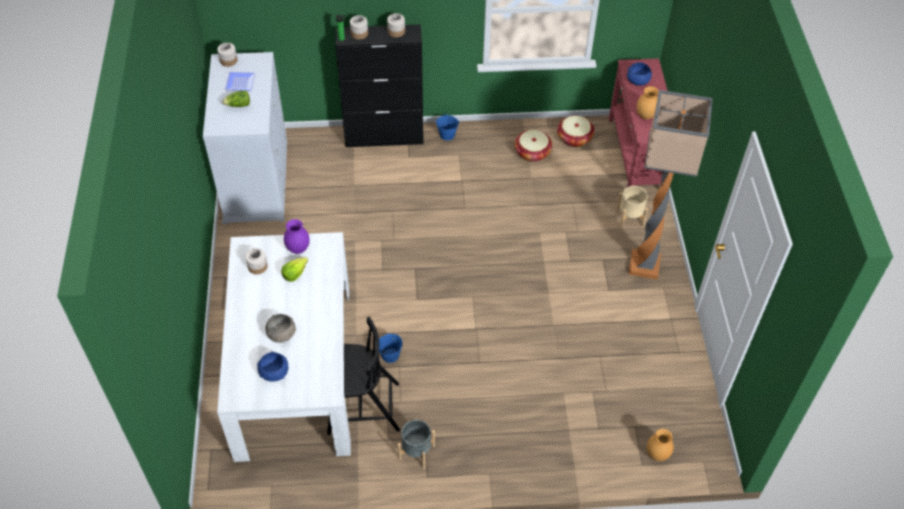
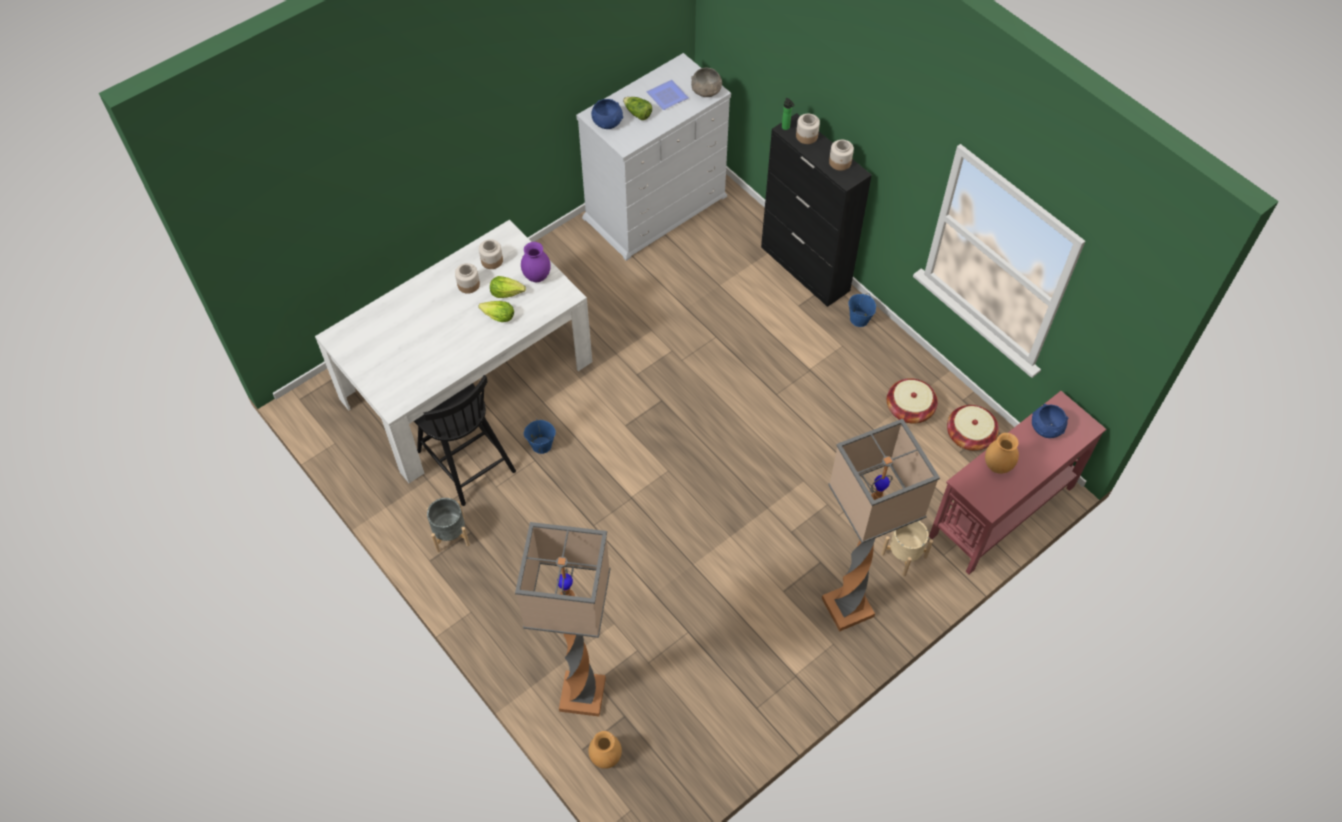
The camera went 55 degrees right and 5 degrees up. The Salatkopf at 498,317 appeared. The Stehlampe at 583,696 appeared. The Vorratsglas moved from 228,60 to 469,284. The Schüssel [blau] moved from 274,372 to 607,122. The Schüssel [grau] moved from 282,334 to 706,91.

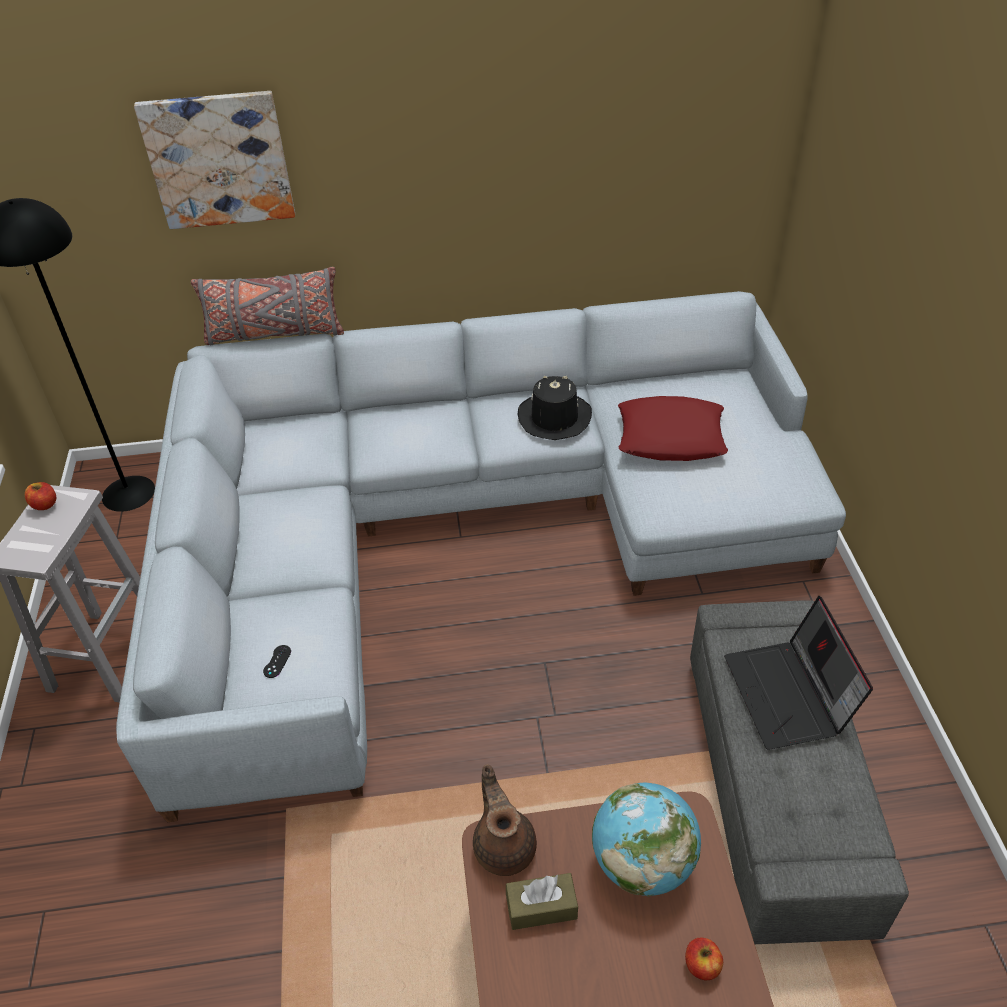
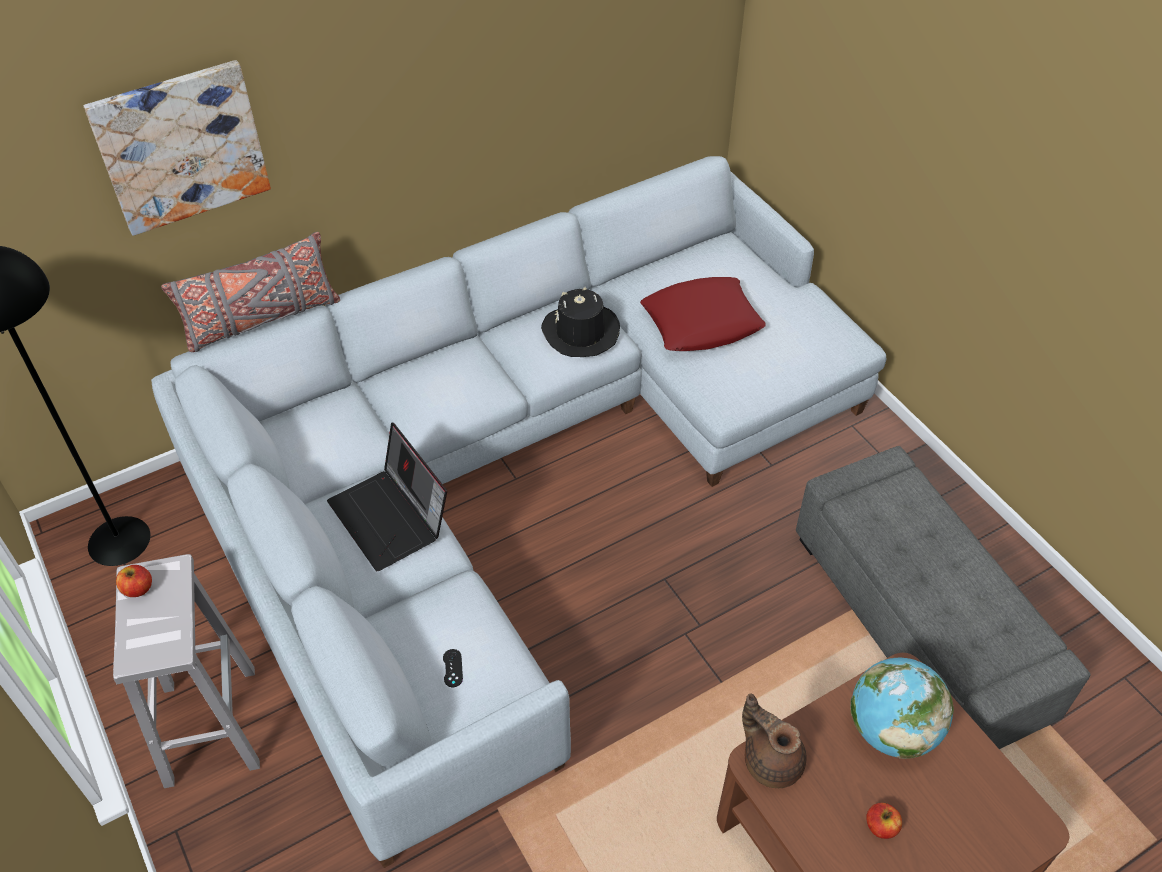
The camera went 25 degrees left and 5 degrees up. The Taschentuchbox [braun] at 541,907 disappeared. The Apfel moved from 701,965 to 881,827. The Laptop moved from 789,695 to 391,518.

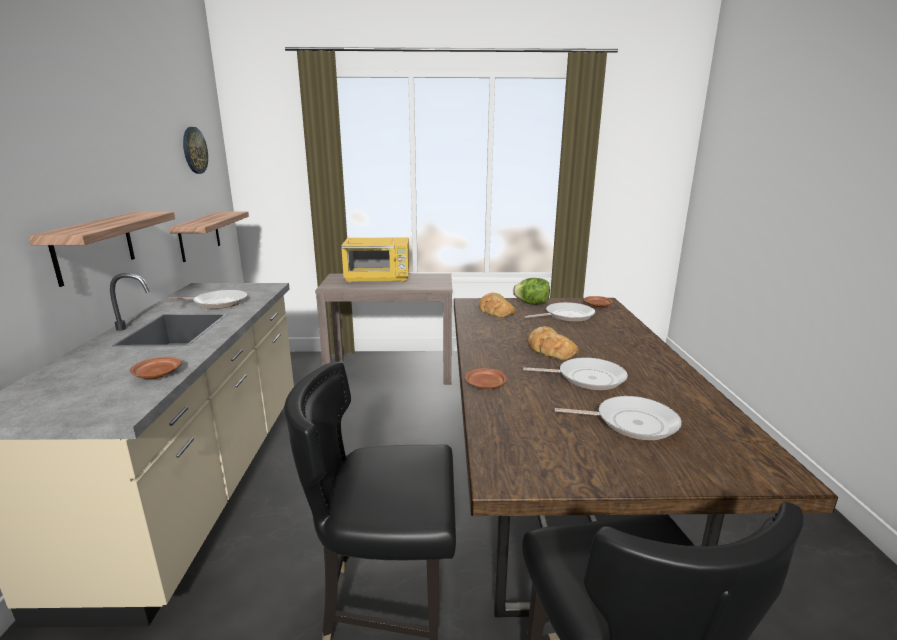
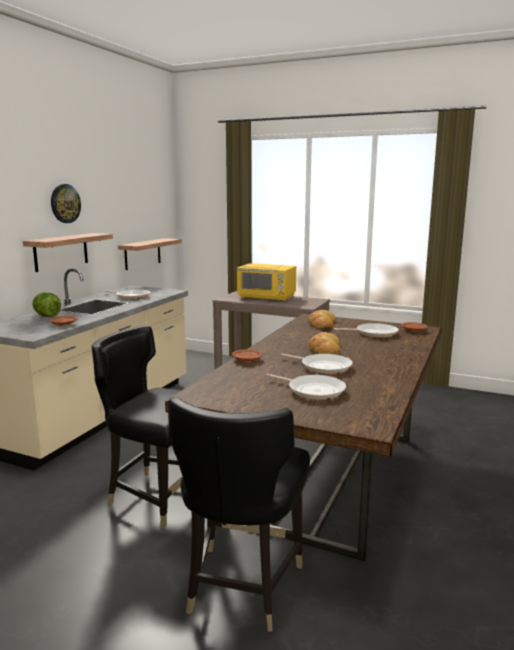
The camera went 25 degrees right and 5 degrees down. The Wanduhr moved from 194,150 to 65,203. The Salatkopf moved from 532,304 to 47,316.

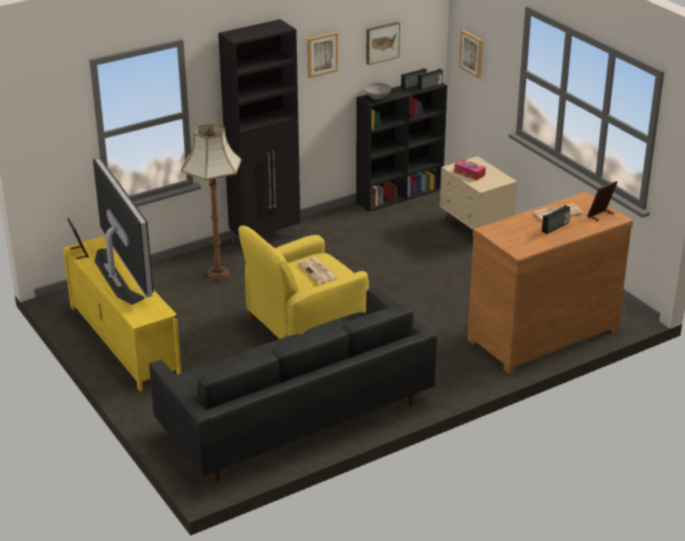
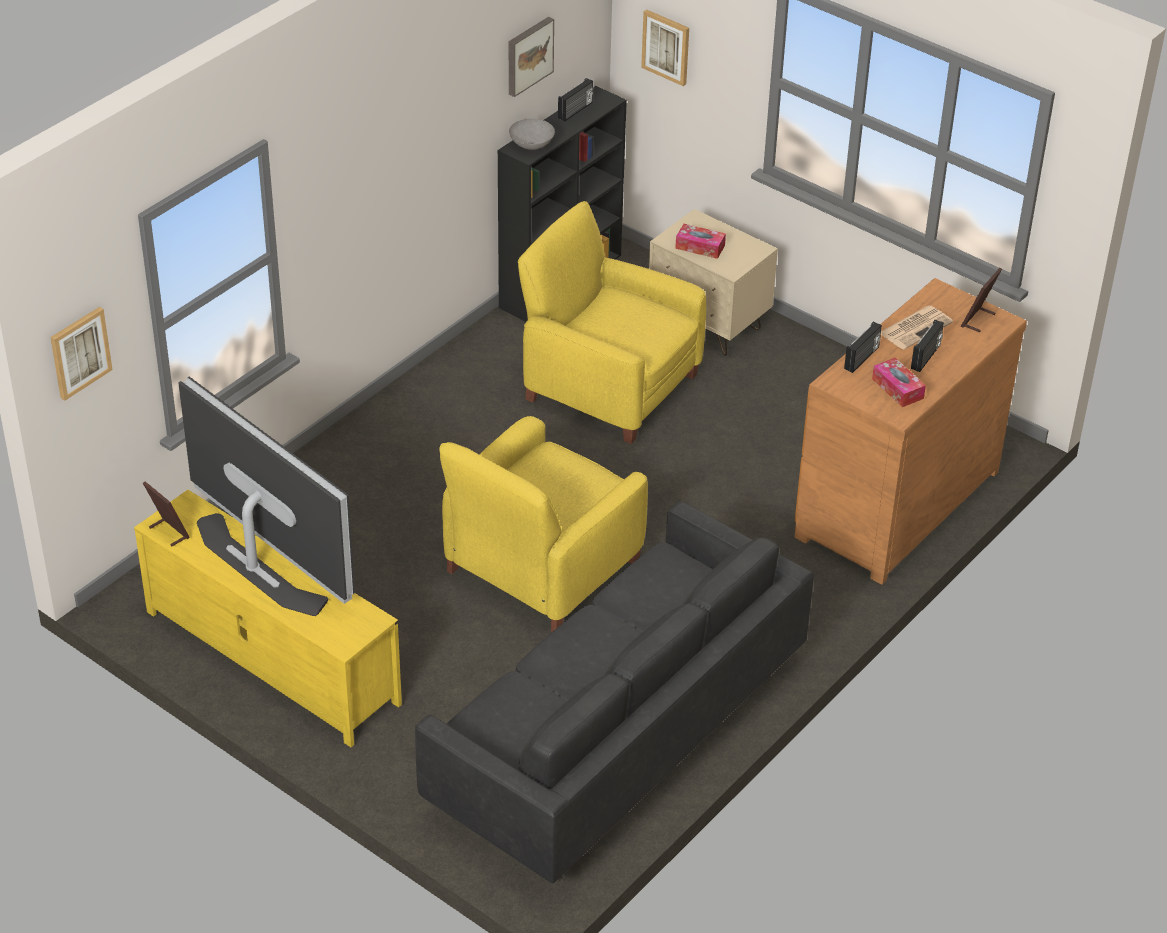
The camera went 20 degrees left and 10 degrees up. The Stehlampe at 217,273 disappeared. The Schrank [schwarz] at 266,238 disappeared. The Zeitung at 318,271 disappeared. The Sessel [gelb] at 609,386 appeared. The Taschentuchbox at 897,388 appeared. The Bild moved from 321,54 to 79,352. The Radio moved from 430,86 to 862,358.

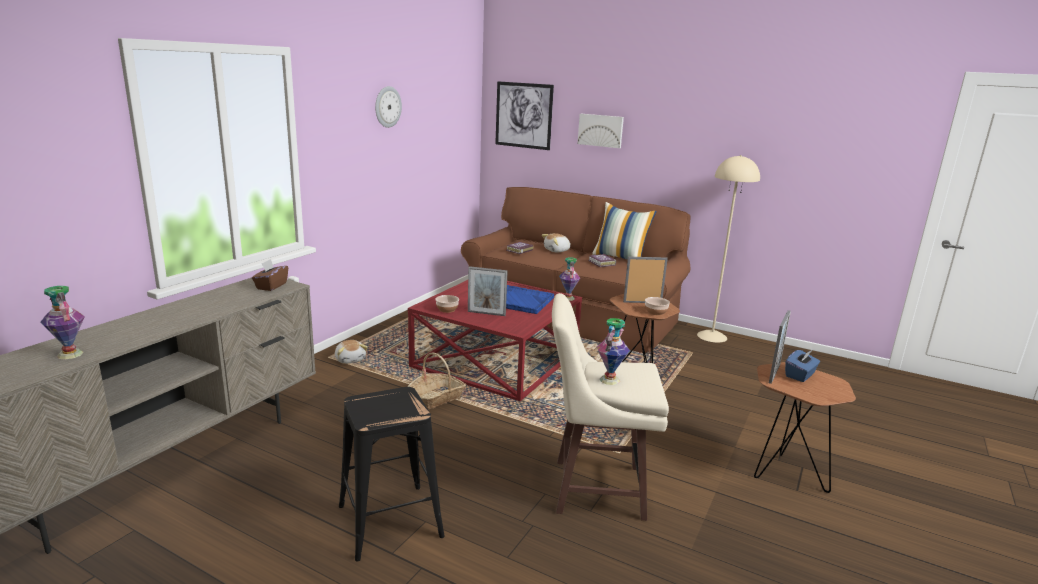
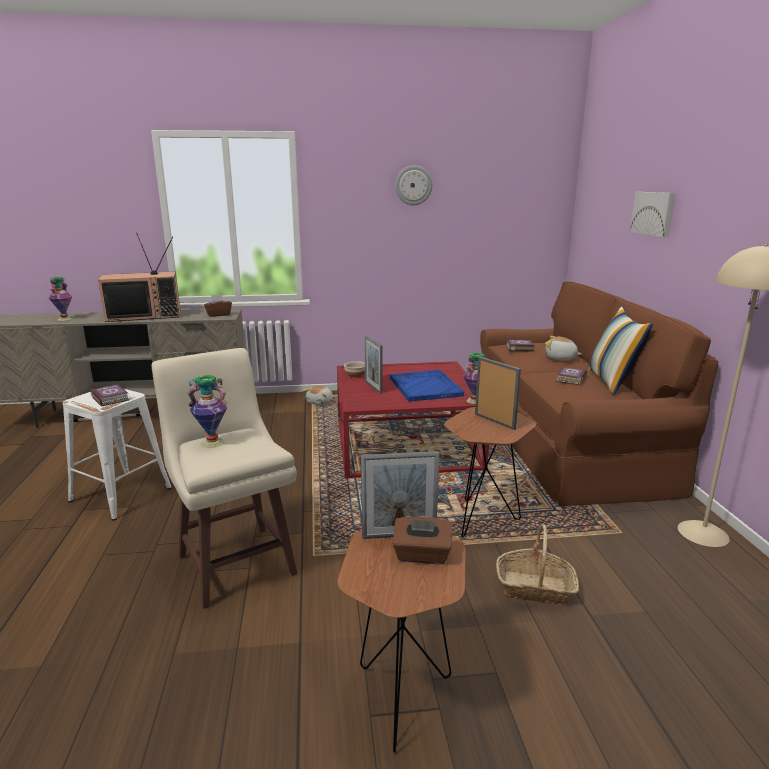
The camera went 55 degrees right and 0 degrees up. The Bild at 523,115 disappeared. The Schüssel at 656,312 disappeared. The Buch at 111,398 appeared. The Fernseher at 145,315 appeared. The Korb moved from 436,397 to 535,588. The Hocker [schwarz] at 390,520 became the Hocker [weiß] at 122,494. The Taschentuchbox [blau] at 800,375 became the Taschentuchbox [braun] at 422,555.

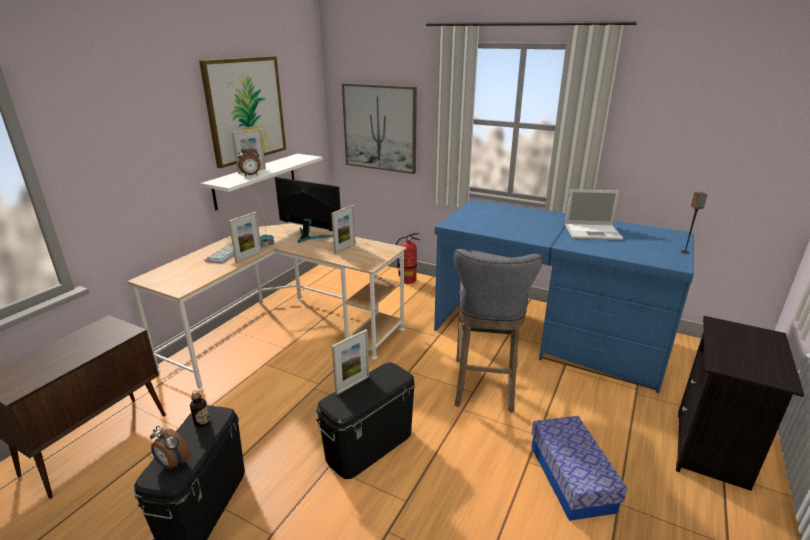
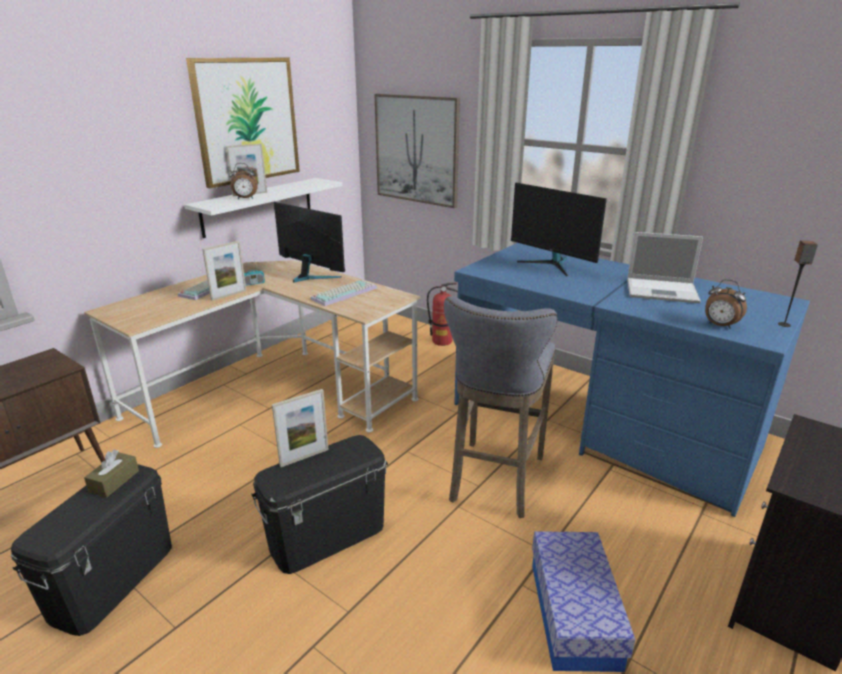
The camera went 10 degrees right and 0 degrees up. The Monitor at 552,264 appeared. The Wecker moved from 172,464 to 719,326. The Flasche at 202,422 was replaced by the Taschentuchbox [braun] at 114,481. The Bilderrahmen at 345,249 was replaced by the Tastatur at 344,293.

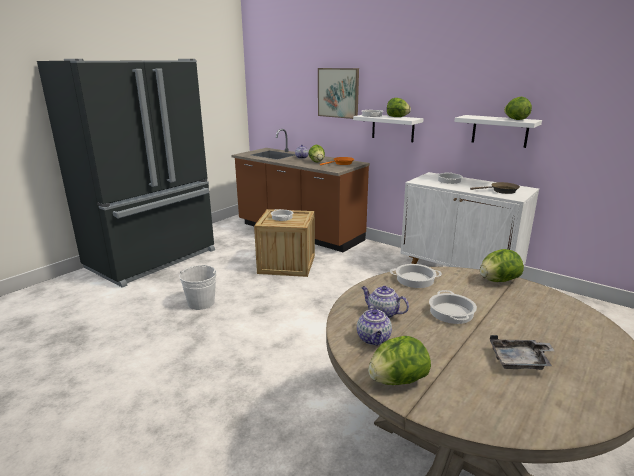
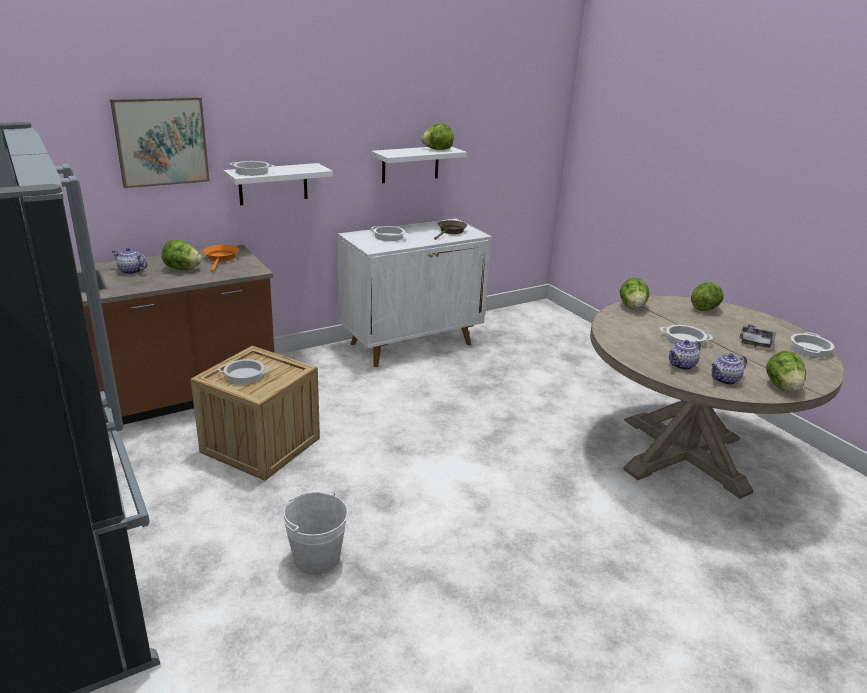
The camera went 70 degrees left and 5 degrees up. The Salatkopf moved from 397,117 to 704,309. The Kochtopf moved from 415,279 to 809,349. The Teekanne at 374,339 turned 135 degrees clockwise.

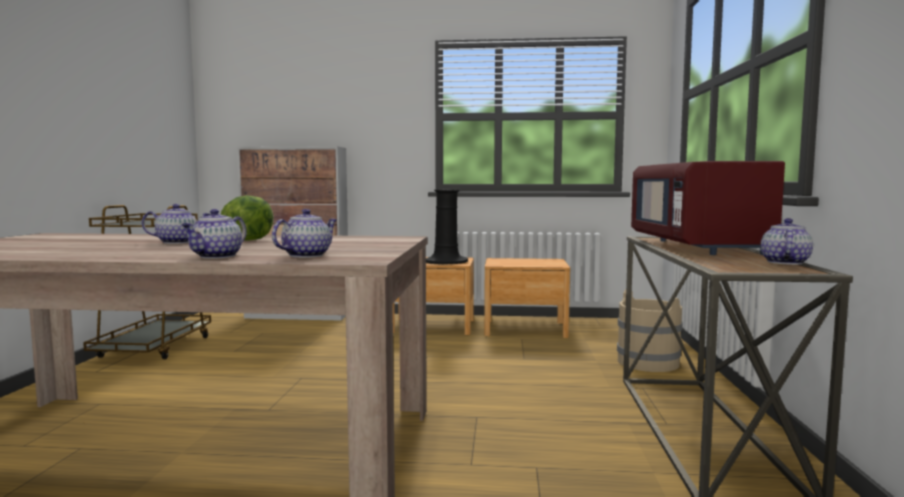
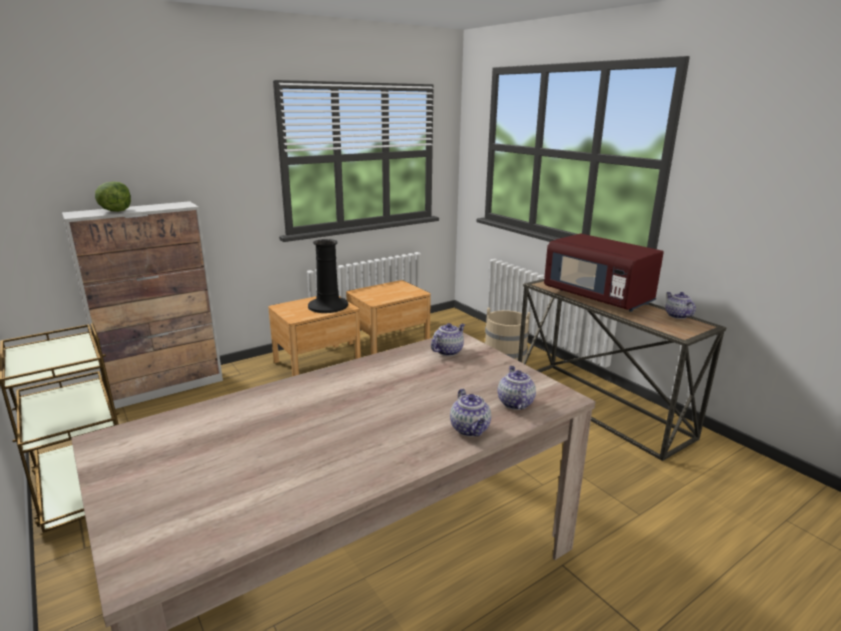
The camera went 40 degrees left and 15 degrees up. The Teekanne moved from 178,242 to 448,351. The Salatkopf moved from 248,240 to 116,211.

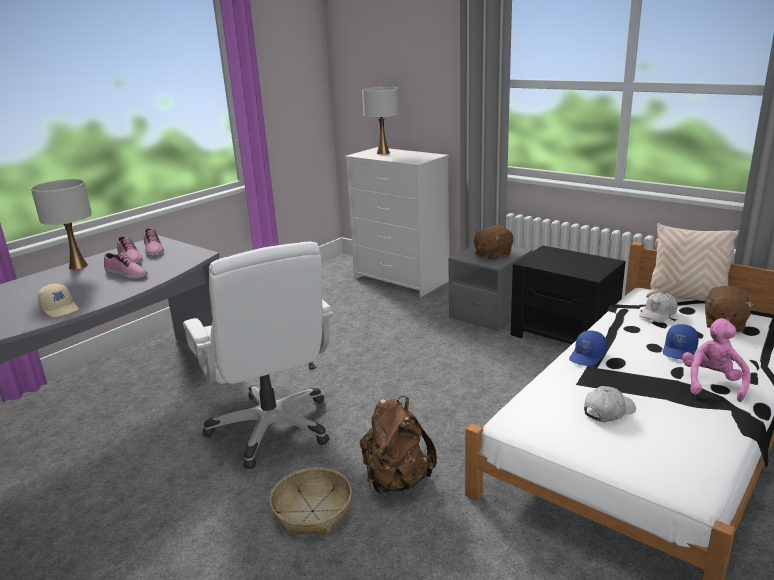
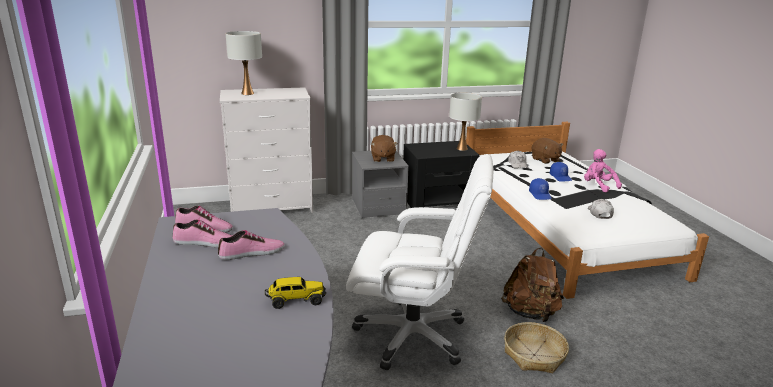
The camera went 55 degrees left and 0 degrees up. The Kissen [beige] at 686,298 disappeared. The Tischlampe [weiß] moved from 78,266 to 462,148. The Kappe [beige] at 60,309 was replaced by the Spielzeuglaster at 296,300.

